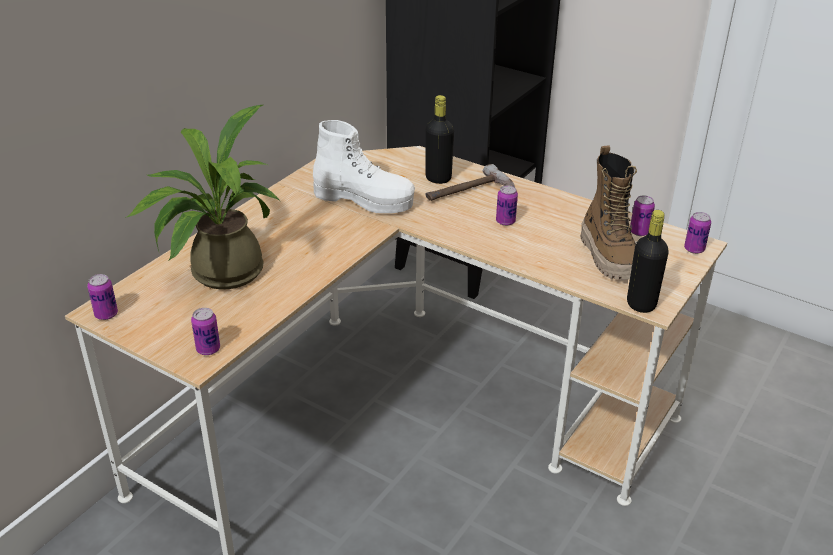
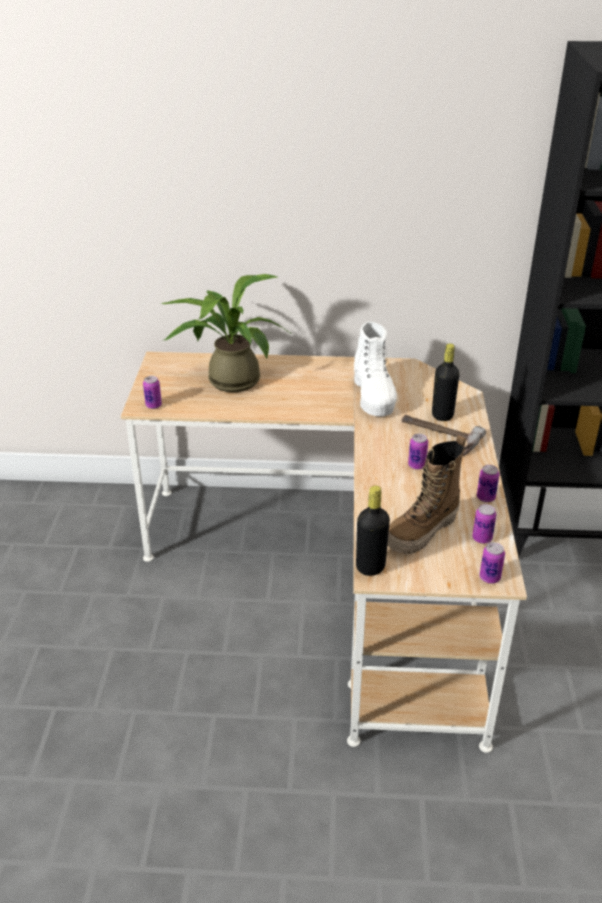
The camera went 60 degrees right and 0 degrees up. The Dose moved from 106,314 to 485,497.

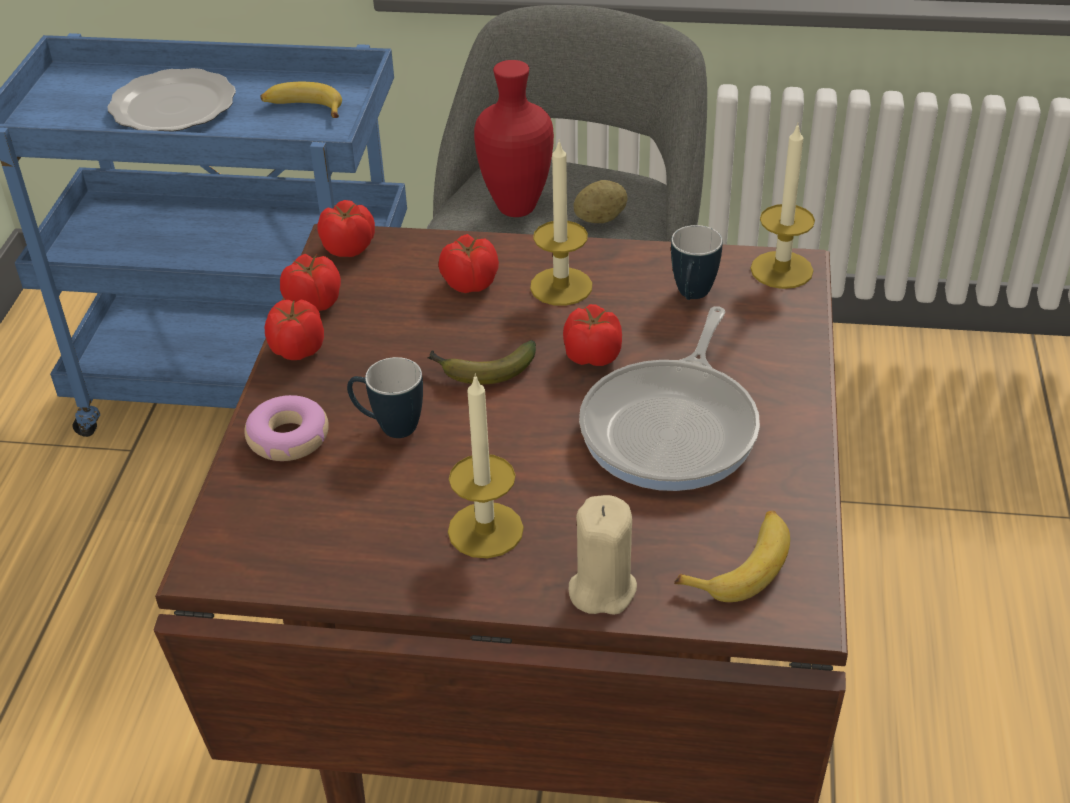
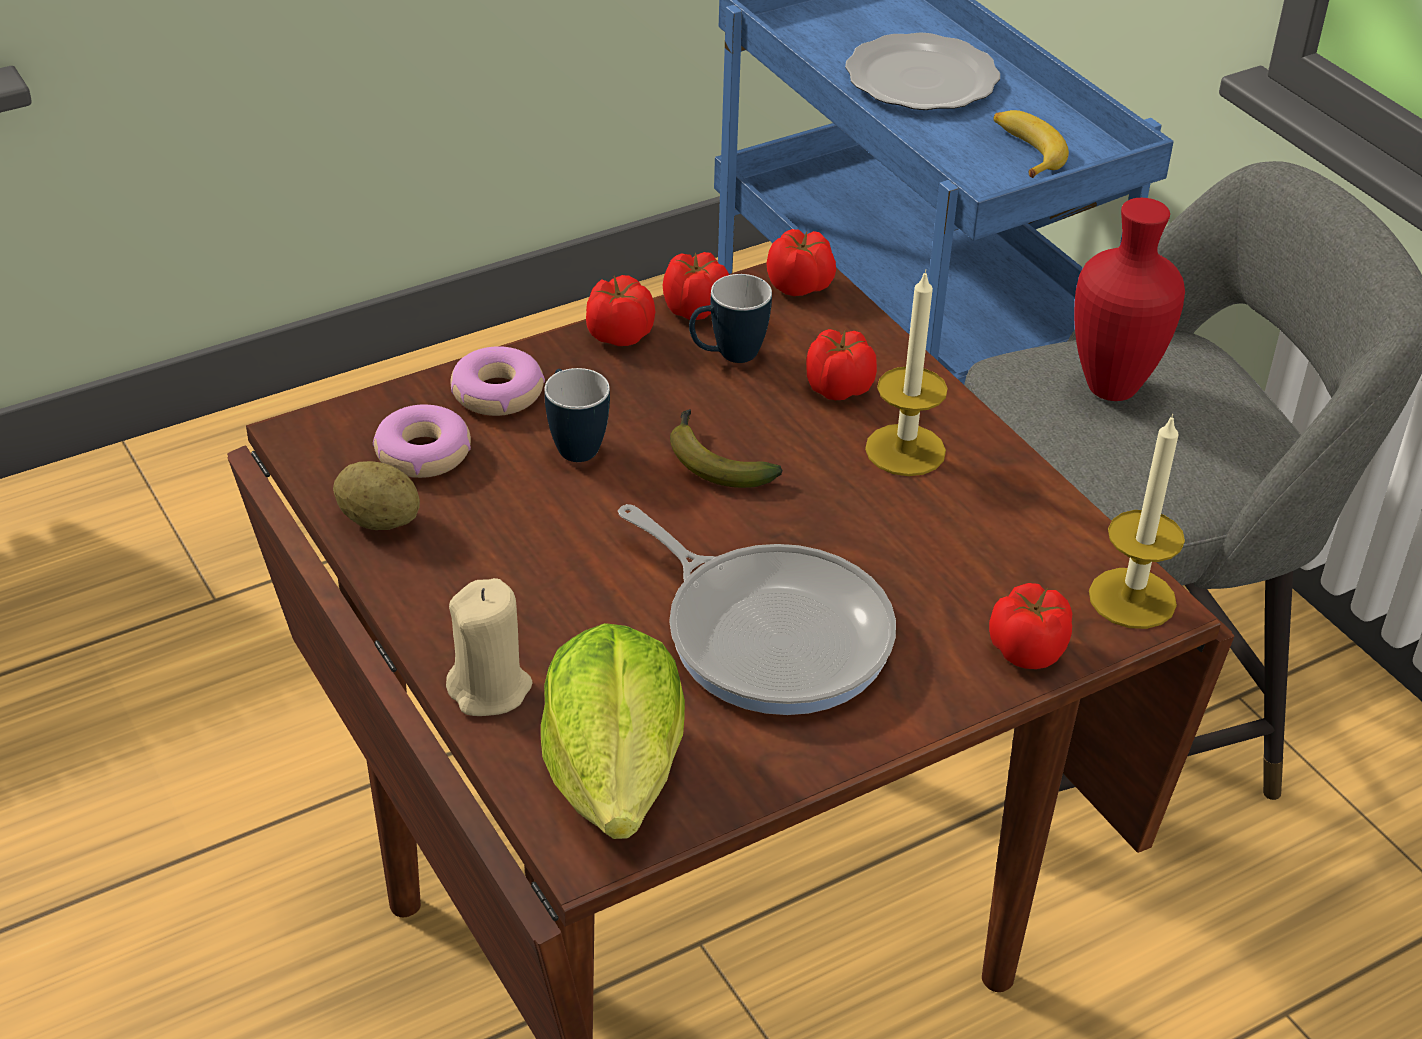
The camera went 50 degrees right and 0 degrees up. The Kerze at 485,530 disappeared. The Donut at 423,453 appeared. The Tomate moved from 592,354 to 1029,650. The Kartoffel moved from 600,219 to 379,520. The Henkelbecher moved from 692,297 to 727,356. The Banane at 741,564 was replaced by the Salatkopf at 615,774. The Pfanne at 673,427 turned 120 degrees counterclockwise.

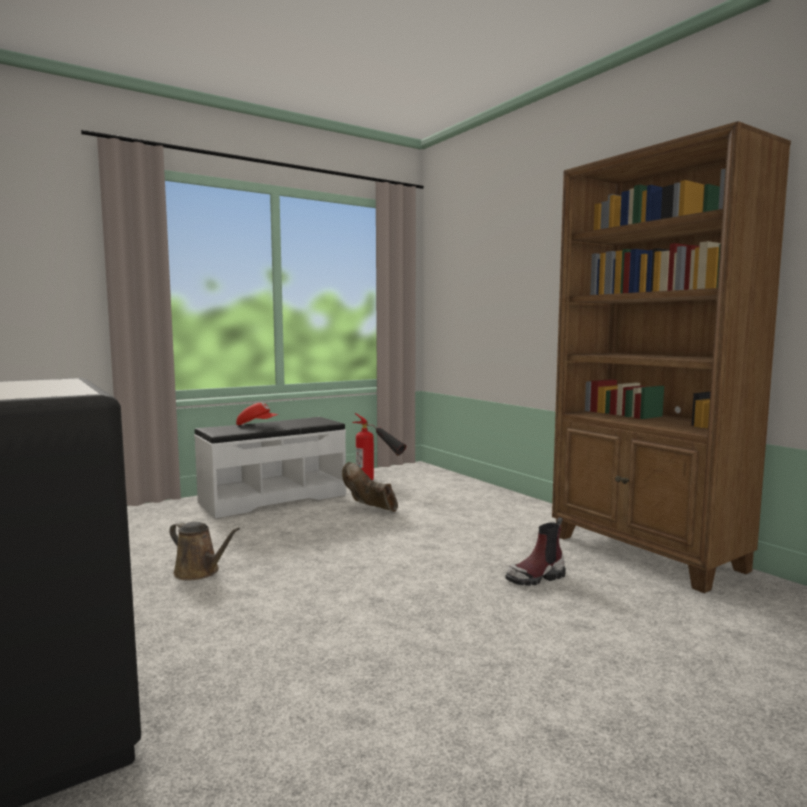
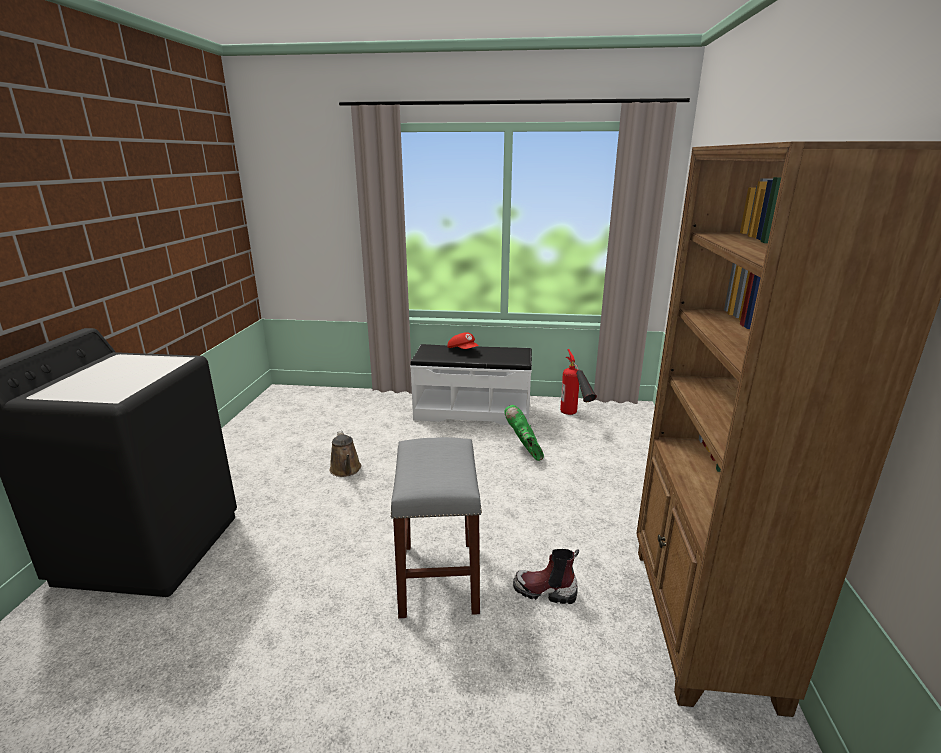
The camera went 40 degrees right and 15 degrees up. The Hocker [grau] at 439,578 appeared. The Stiefel [braun] at 370,509 became the Stiefel [grün] at 525,450.

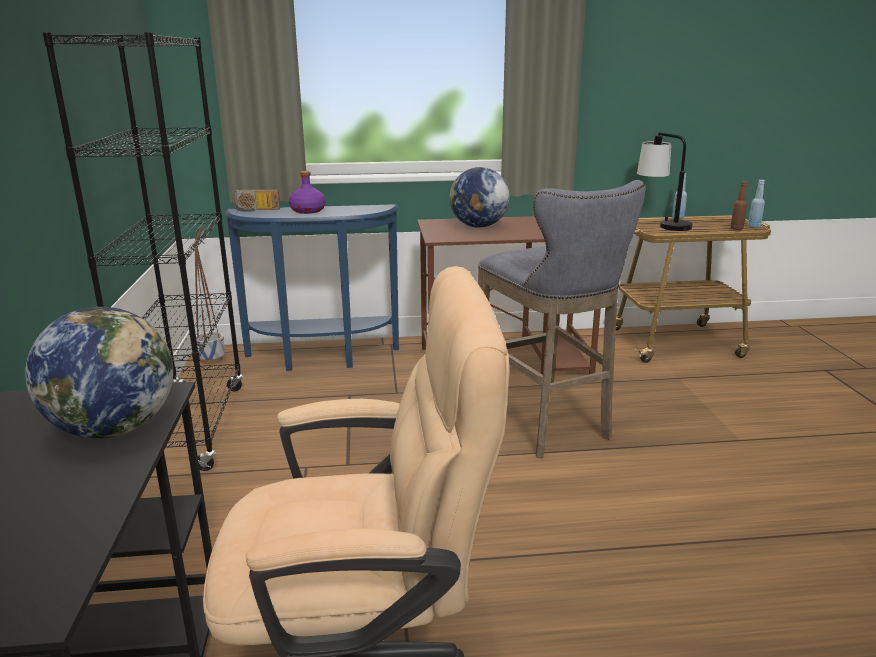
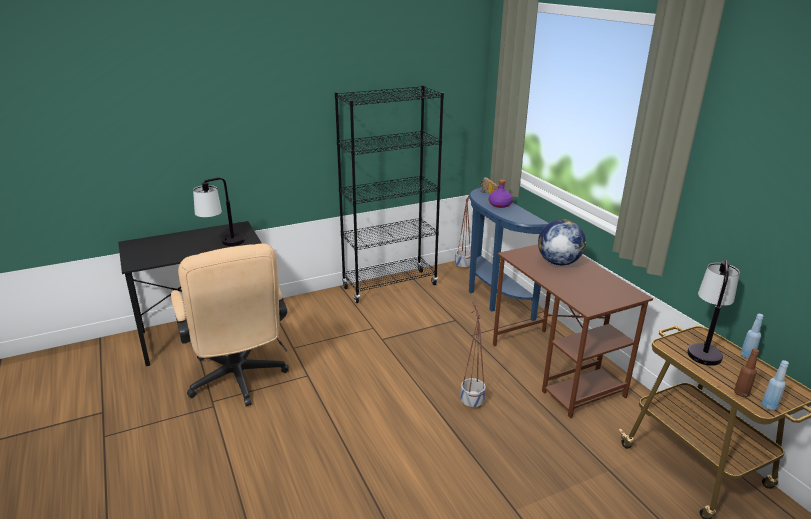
The camera went 70 degrees right and 5 degrees up. The Globus at 114,428 was replaced by the Tischlampe at 224,245. The Hocker [grau] at 546,424 was replaced by the Pflanzkübel at 471,403.

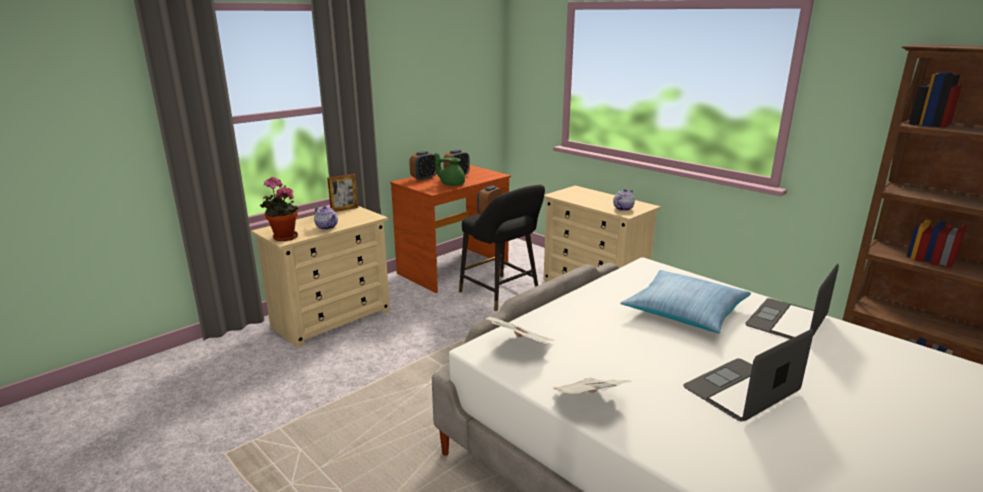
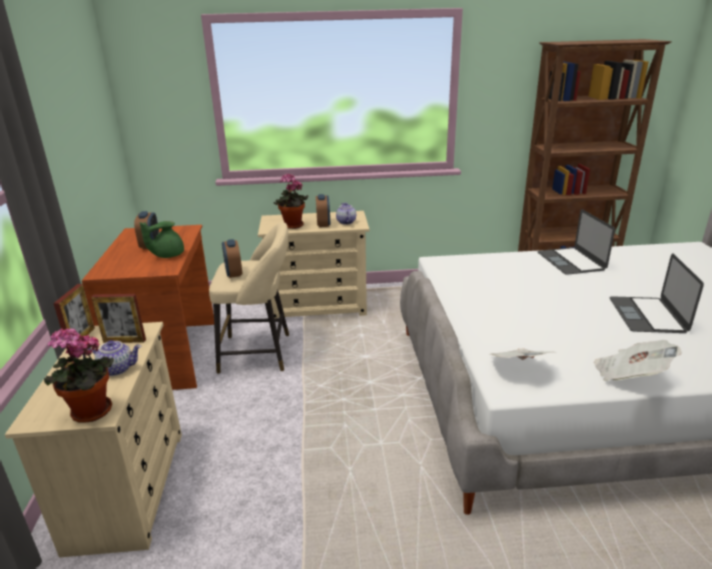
The camera went 50 degrees left and 5 degrees up. The Kissen at 685,311 disappeared. The Bilderrahmen at 124,341 appeared. The Topfpflanze at 292,226 appeared. The Wecker moved from 424,178 to 323,224. The Hocker [schwarz] at 502,294 became the Hocker [beige] at 260,353.

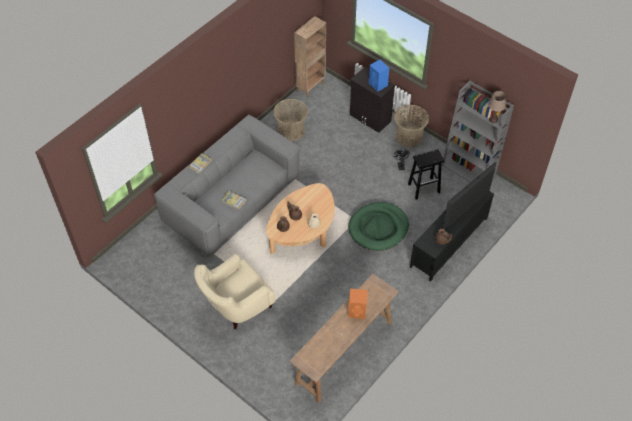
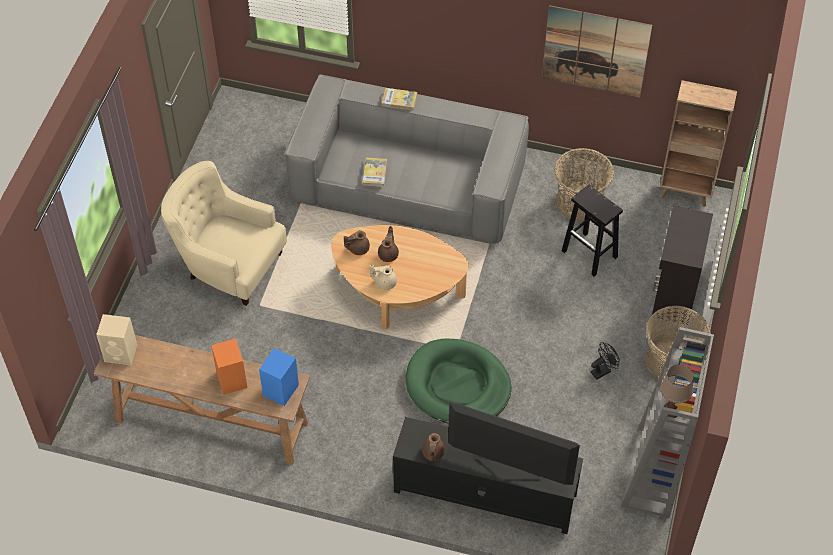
The camera went 65 degrees right and 0 degrees up. The Lautsprecher [beige] at 121,353 appeared. The Bild at 595,51 appeared. The Lautsprecher [blau] moved from 378,84 to 280,391. The Hocker [schwarz] moved from 424,188 to 590,254.

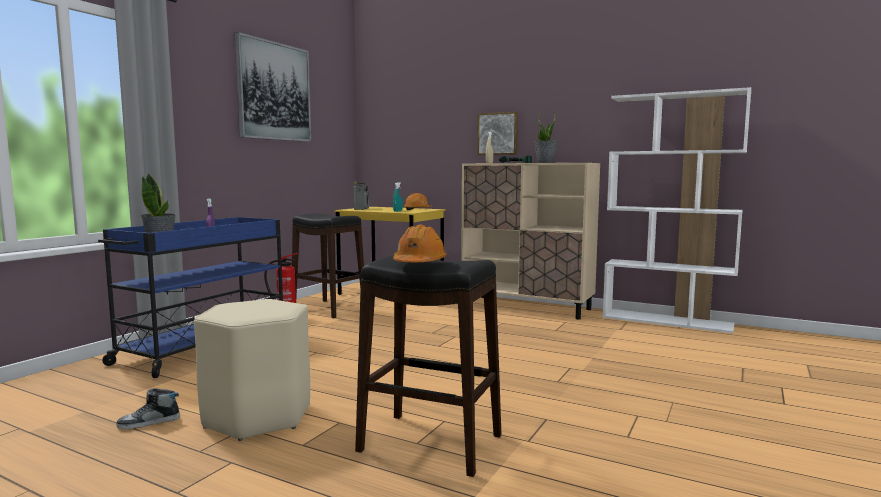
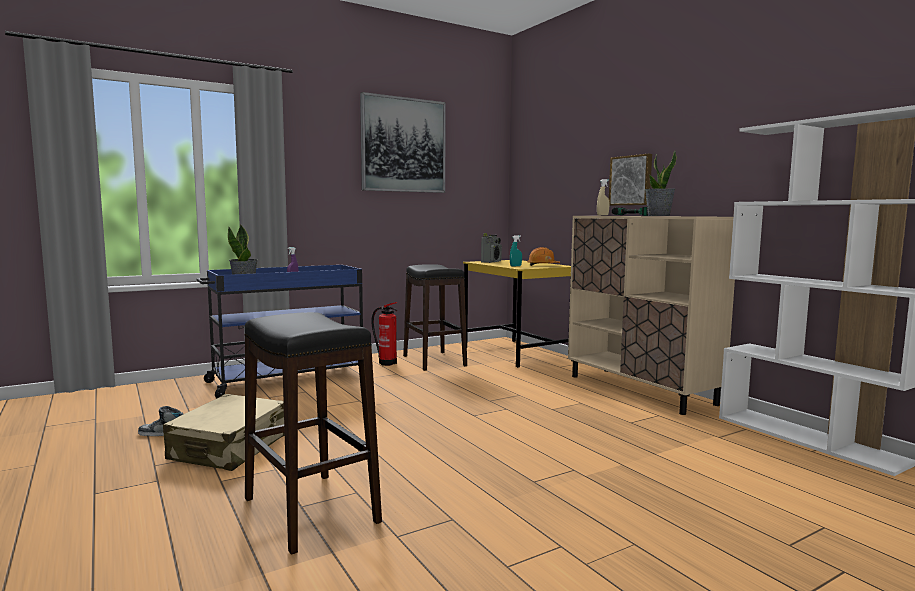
The camera went 30 degrees right and 0 degrees up. The Schutzhelm [orange] at 419,263 disappeared. The Hocker [beige] at 257,416 was replaced by the Koffer [beige] at 230,447.

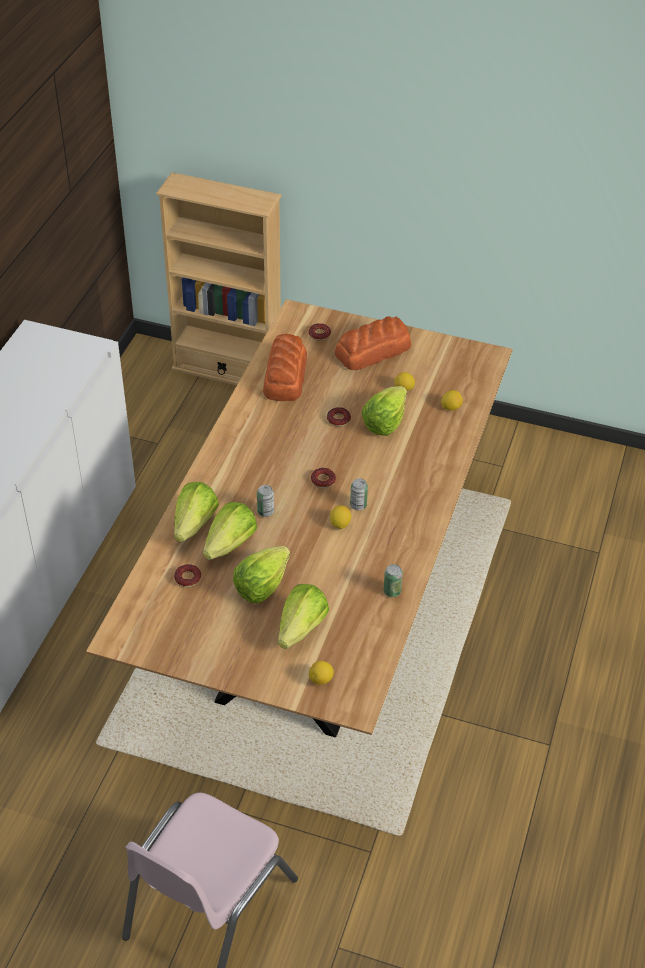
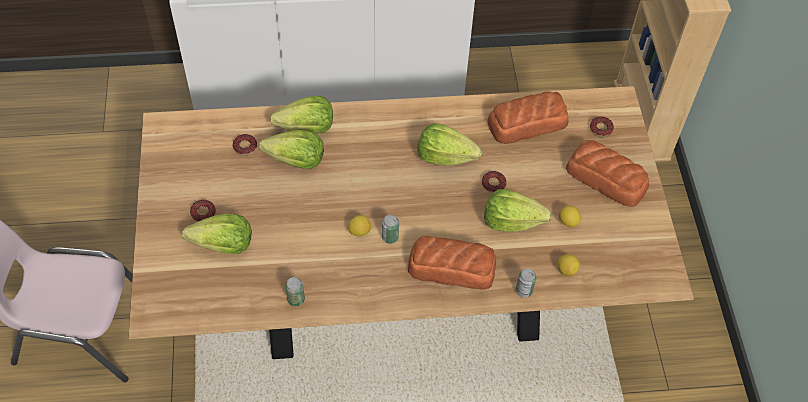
The camera went 65 degrees right and 10 degrees up. The Zitrone at 321,679 disappeared. The Brot at 450,267 appeared. The Salatkopf moved from 261,586 to 445,157. The Dose moved from 265,512 to 524,291. The Donut moved from 323,480 to 203,213.

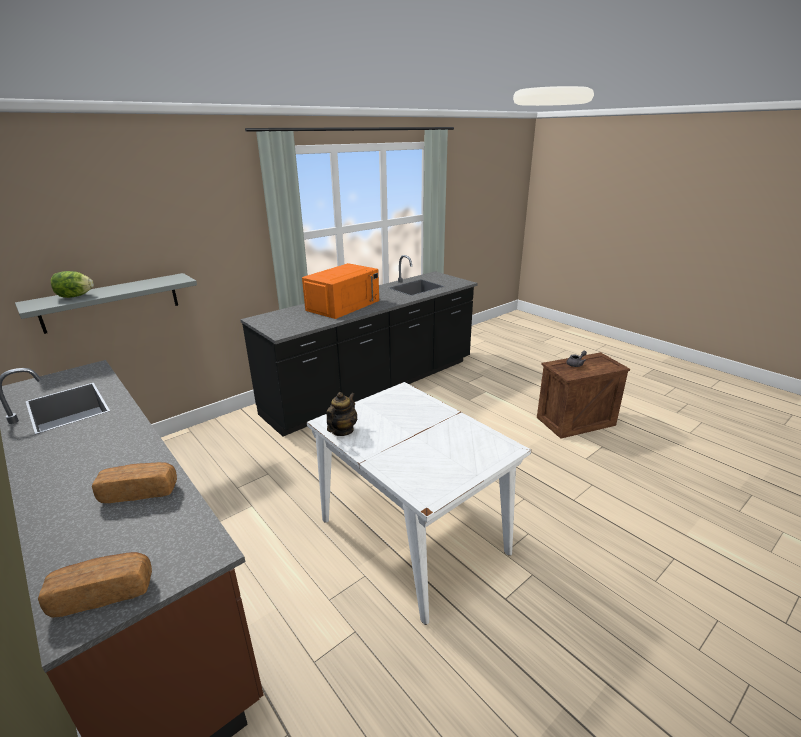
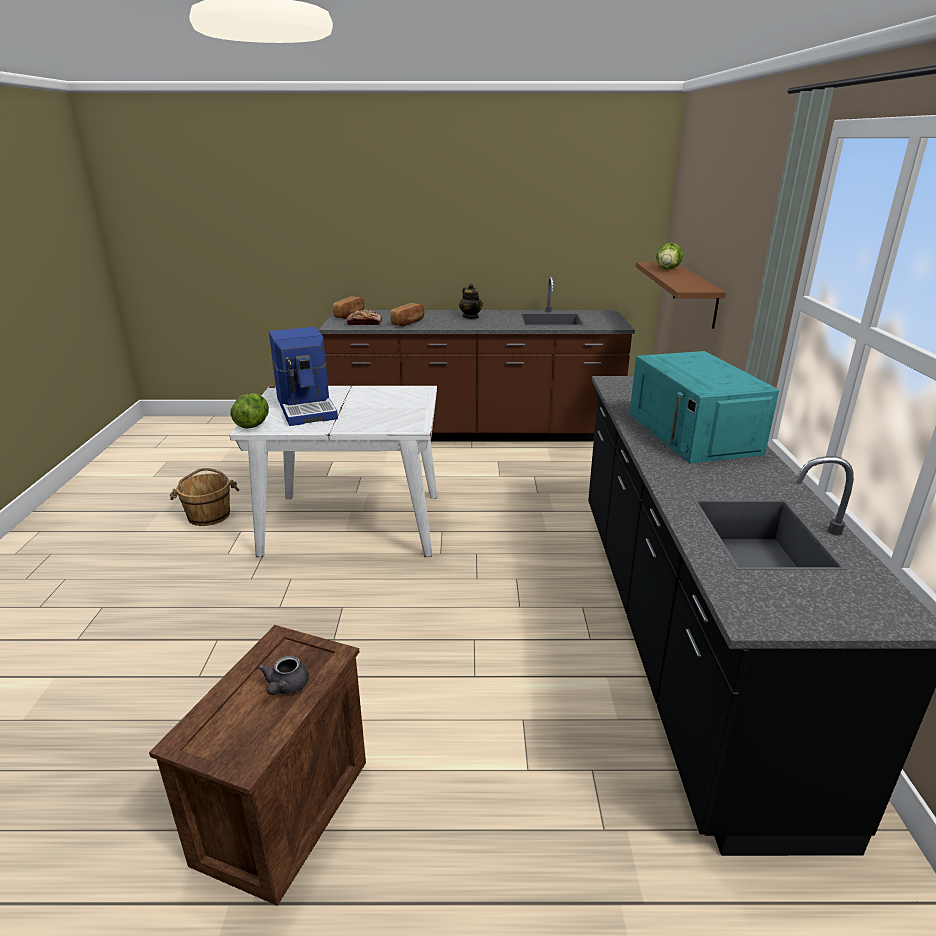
The camera went 130 degrees right and 0 degrees up. The Eimer [braun] at 209,515 appeared. The Salatkopf at 253,425 appeared. The Kaffeemaschine at 307,408 appeared. The Brot at 364,323 appeared. The Teekanne moved from 342,430 to 471,317. The Wandregal [grau] at 111,302 became the Wandregal [braun] at 695,293. The Mikrowelle [orange] at 343,305 became the Mikrowelle [türkis] at 693,433.

